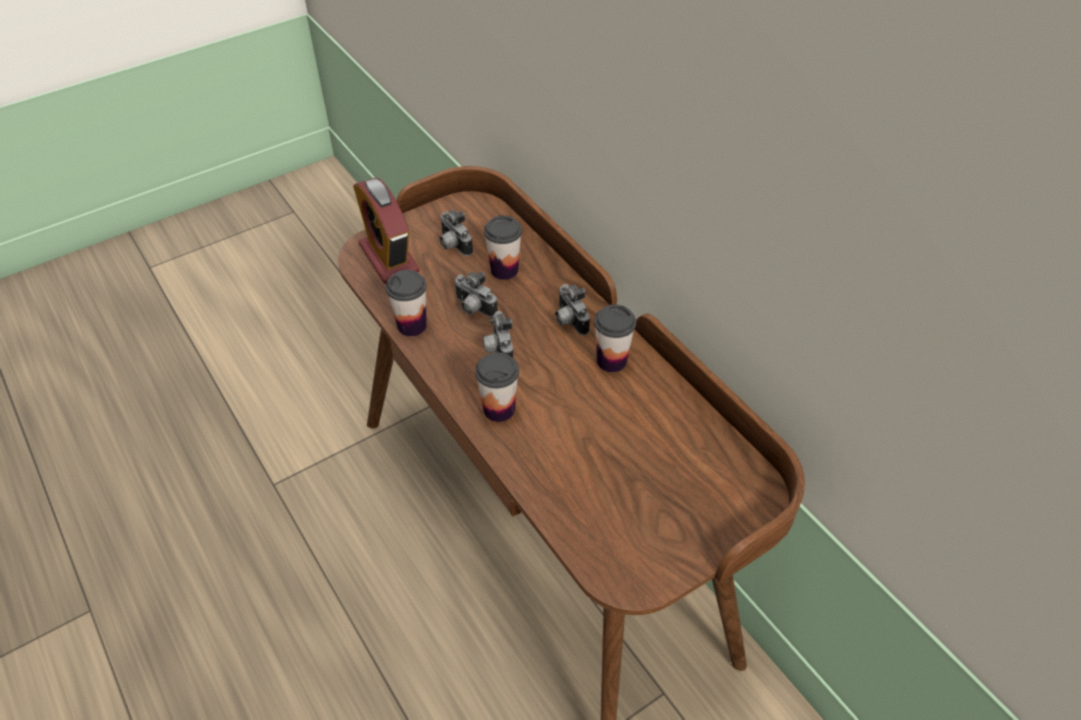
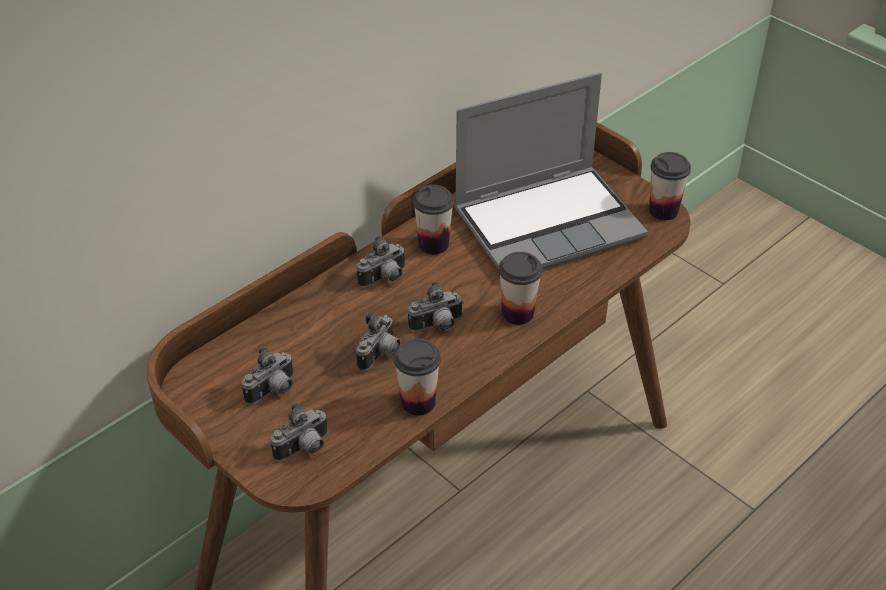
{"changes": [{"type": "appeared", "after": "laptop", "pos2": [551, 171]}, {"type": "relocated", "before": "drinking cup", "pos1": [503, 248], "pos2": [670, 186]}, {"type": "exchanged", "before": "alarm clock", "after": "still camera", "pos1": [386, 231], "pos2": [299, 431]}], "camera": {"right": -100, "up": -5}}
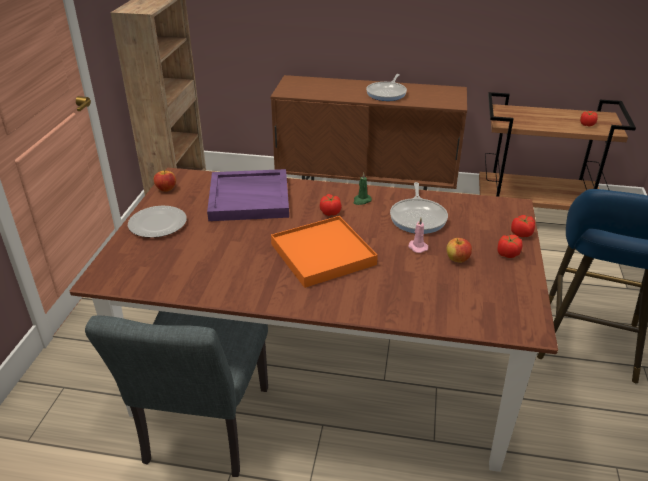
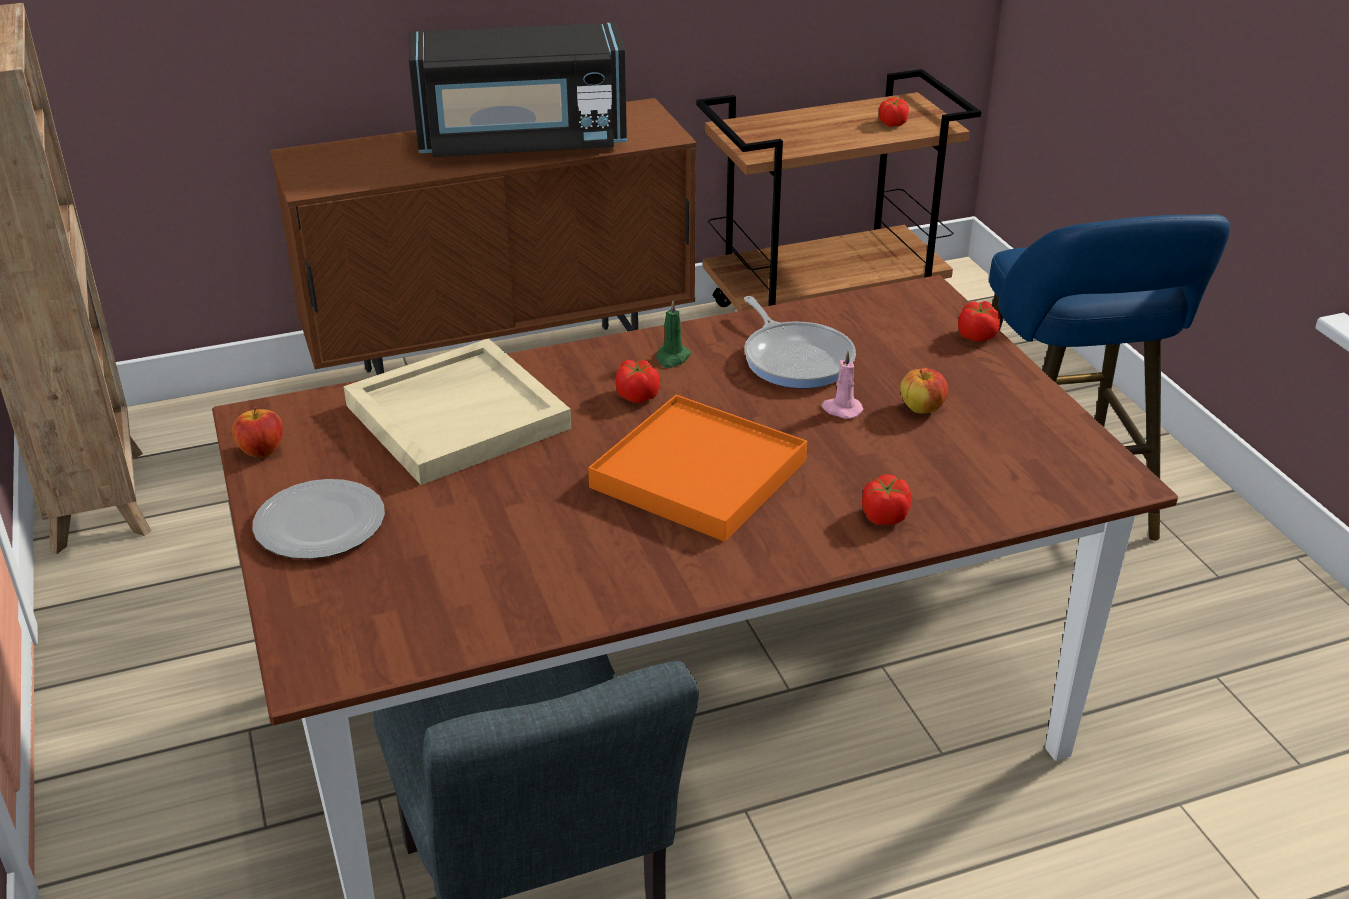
{"changes": [{"type": "relocated", "before": "whole tomato", "pos1": [509, 246], "pos2": [887, 499]}, {"type": "exchanged", "before": "frying pan", "after": "microwave oven (black-coloured)", "pos1": [386, 87], "pos2": [518, 89]}, {"type": "colour", "before": "serving tray (purple-coloured)", "after": "serving tray (beige-coloured)", "pos1": [248, 195], "pos2": [458, 411]}], "camera": {"right": -30, "up": 0}}
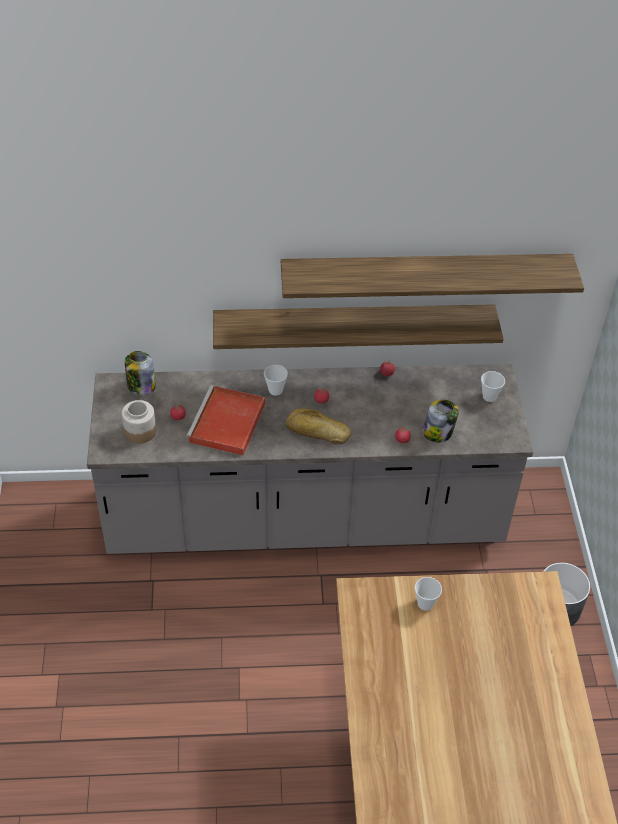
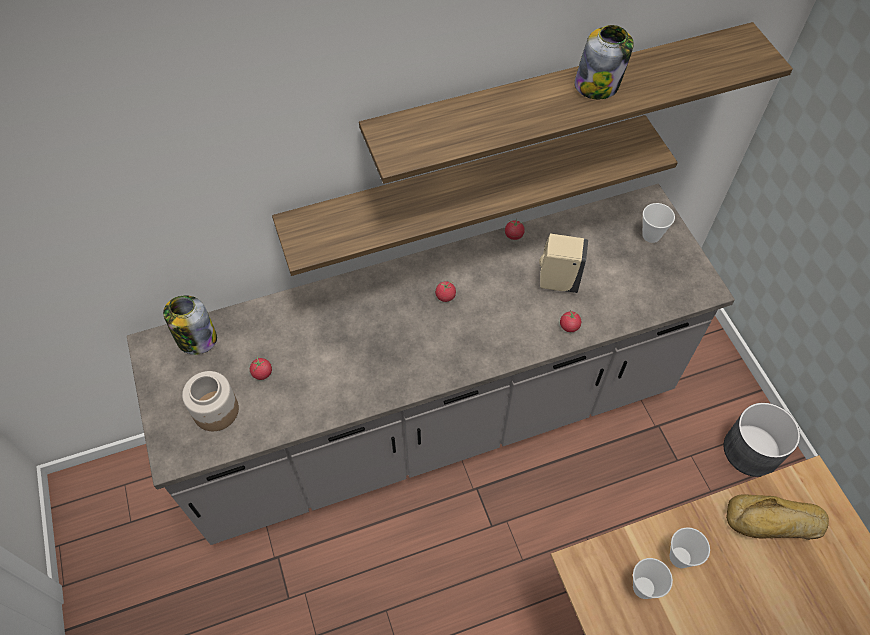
{"changes": [{"type": "missing", "before": "serving tray (reddish)", "pos1": [225, 420]}, {"type": "appeared", "after": "soap bottle (beige-coloured)", "pos2": [563, 263]}, {"type": "relocated", "before": "drinking cup", "pos1": [276, 380], "pos2": [653, 578]}, {"type": "relocated", "before": "baked bread", "pos1": [318, 426], "pos2": [777, 517]}, {"type": "relocated", "before": "storage jar", "pos1": [440, 421], "pos2": [604, 62]}], "camera": {"right": -15, "up": 10}}
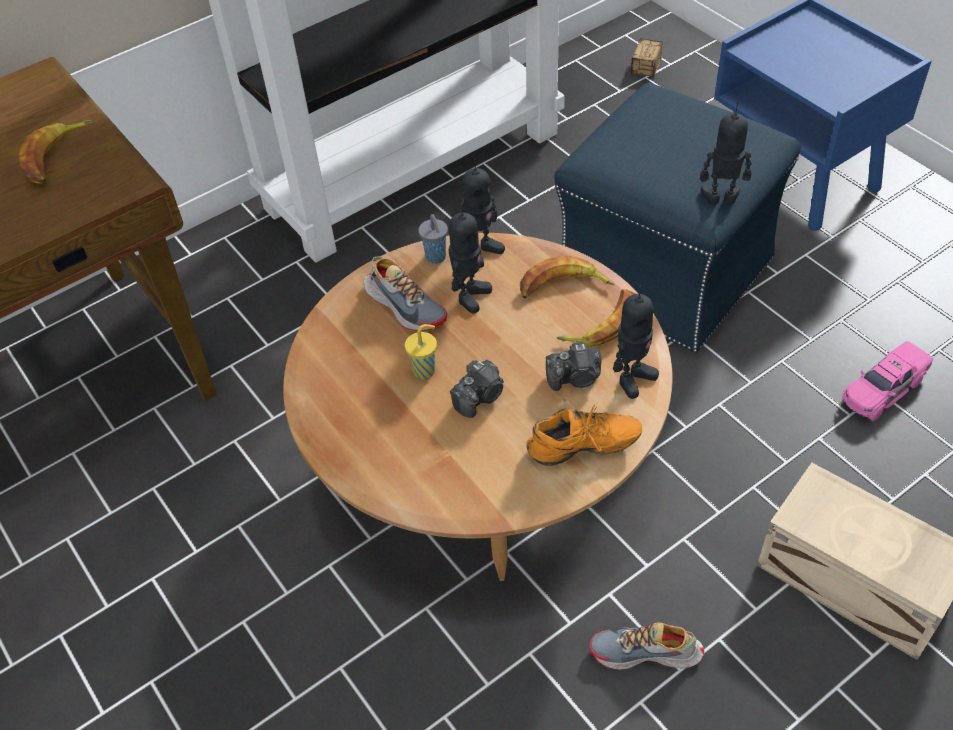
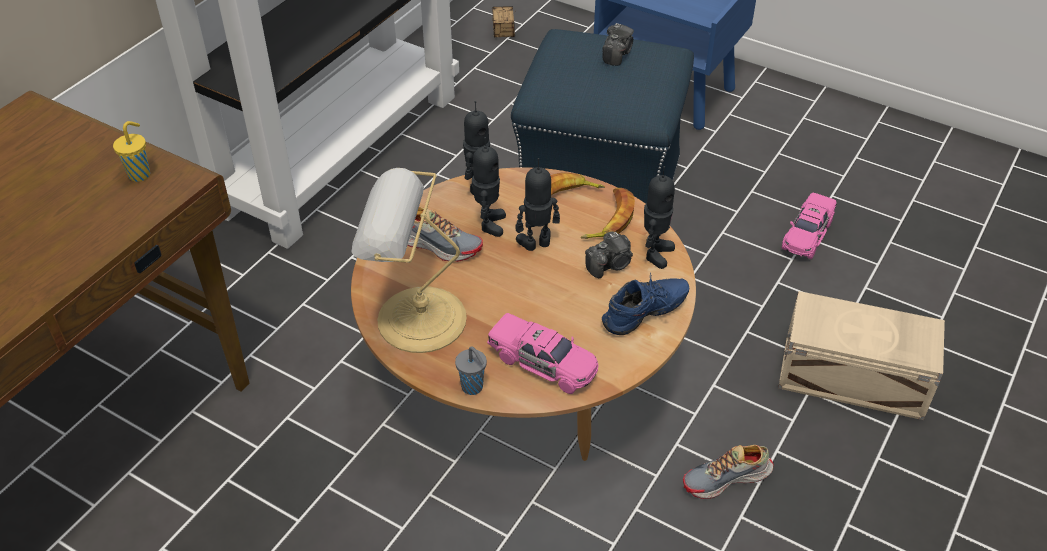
{"changes": [{"type": "missing", "before": "banana fruit", "pos1": [55, 151]}, {"type": "appeared", "after": "lamp for a table", "pos2": [409, 260]}, {"type": "appeared", "after": "model car (pinkish)", "pos2": [542, 353]}, {"type": "relocated", "before": "drinking cup (yellow)", "pos1": [421, 351], "pos2": [131, 151]}, {"type": "relocated", "before": "drinking cup (greyish)", "pos1": [433, 239], "pos2": [471, 371]}, {"type": "relocated", "before": "still camera", "pos1": [477, 389], "pos2": [618, 44]}, {"type": "relocated", "before": "toy robot", "pos1": [726, 153], "pos2": [538, 204]}, {"type": "colour", "before": "item of footwear (orangey)", "after": "item of footwear (bluish)", "pos1": [584, 435], "pos2": [645, 304]}], "camera": {"right": -25, "up": -5}}
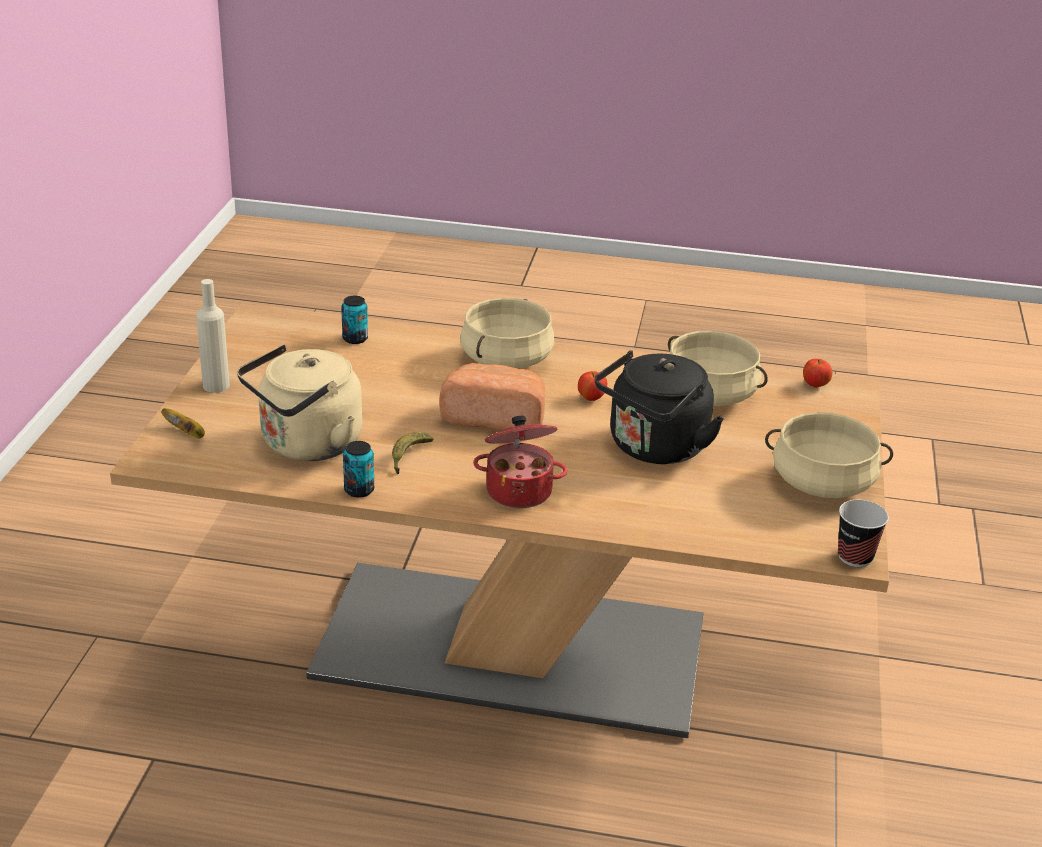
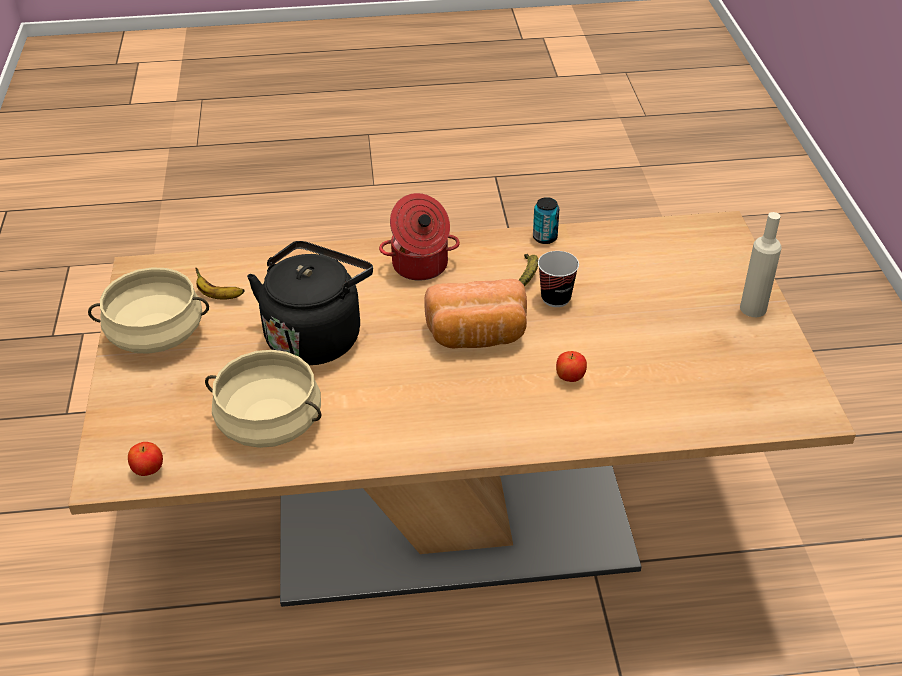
{"changes": [{"type": "missing", "before": "water kettle (beige-coloured)", "pos1": [299, 402]}, {"type": "missing", "before": "can", "pos1": [354, 320]}, {"type": "missing", "before": "saucepot (beige-coloured)", "pos1": [507, 333]}, {"type": "relocated", "before": "banana fruit", "pos1": [183, 423], "pos2": [220, 283]}, {"type": "relocated", "before": "apple", "pos1": [592, 386], "pos2": [571, 366]}, {"type": "relocated", "before": "drinking cup", "pos1": [863, 533], "pos2": [558, 279]}], "camera": {"right": 165, "up": 10}}
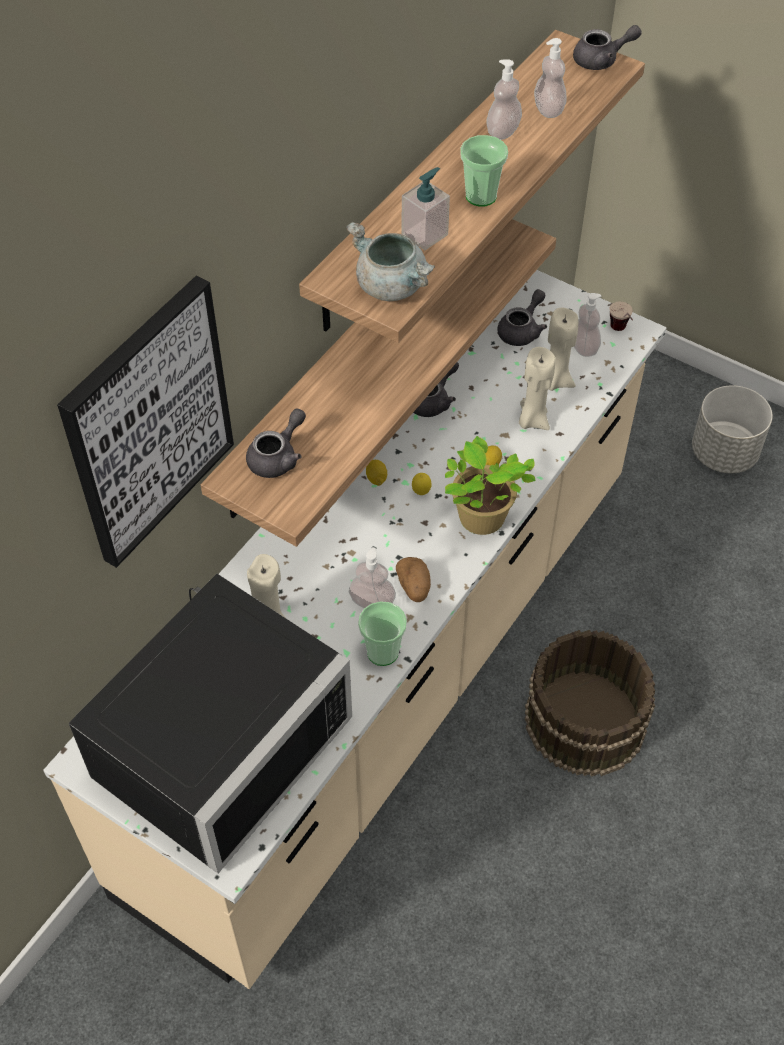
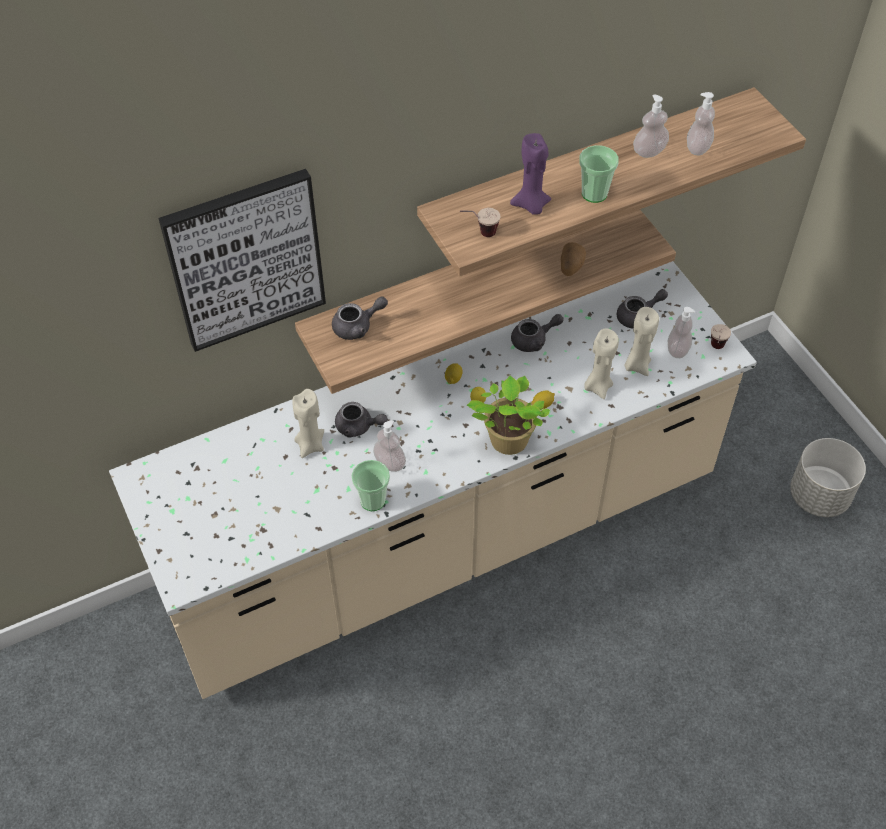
{"changes": [{"type": "missing", "before": "microwave oven (black-coloured)", "pos1": [210, 723]}, {"type": "missing", "before": "pail (brownish)", "pos1": [590, 703]}, {"type": "relocated", "before": "potato", "pos1": [413, 579], "pos2": [573, 259]}, {"type": "relocated", "before": "teapot (greyish)", "pos1": [607, 47], "pos2": [361, 420]}, {"type": "exchanged", "before": "saucepot (greyish)", "after": "drinking cup", "pos1": [390, 261], "pos2": [480, 222]}, {"type": "exchanged", "before": "soap bottle", "after": "wax candle (purple-coloured)", "pos1": [425, 208], "pos2": [530, 174]}], "camera": {"right": 30, "up": 0}}
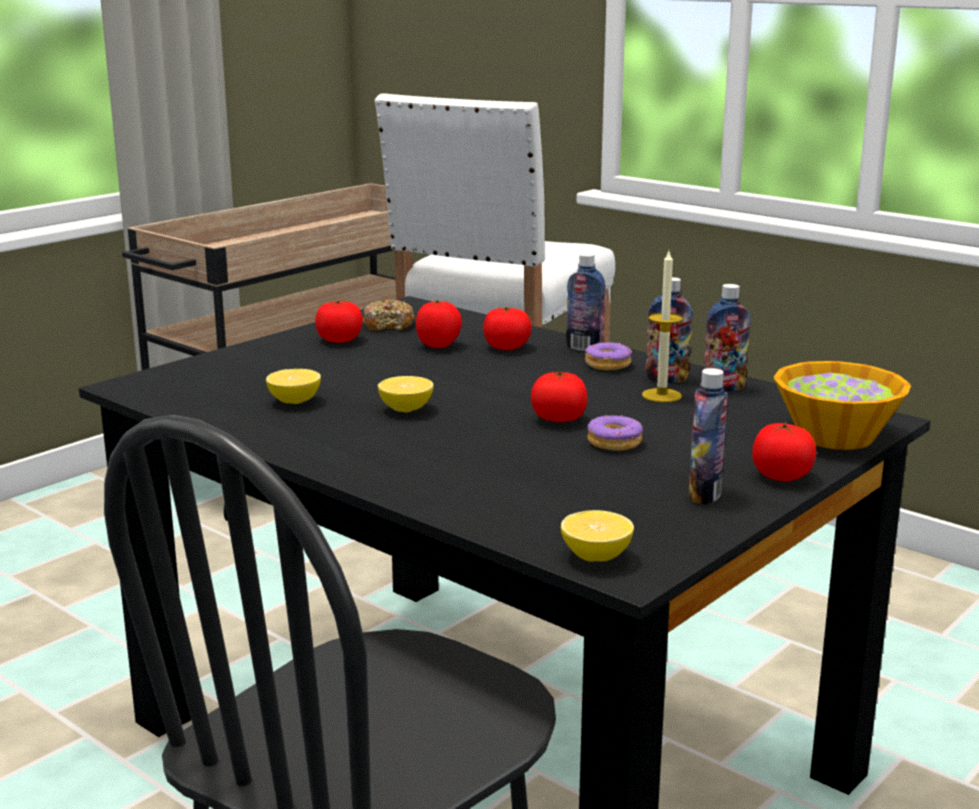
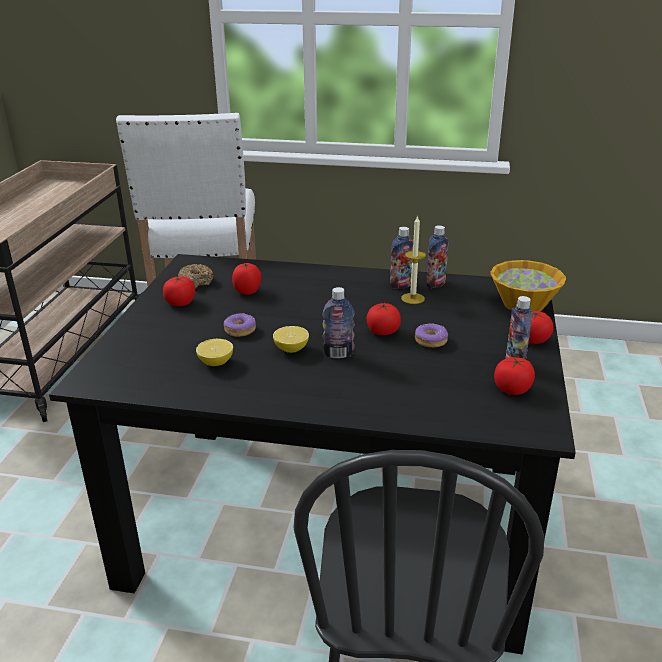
{"changes": [{"type": "missing", "before": "citrus fruit", "pos1": [597, 536]}, {"type": "relocated", "before": "whole tomato", "pos1": [507, 328], "pos2": [514, 376]}, {"type": "relocated", "before": "beverage bottle", "pos1": [586, 302], "pos2": [339, 322]}, {"type": "relocated", "before": "doughnut", "pos1": [608, 356], "pos2": [240, 325]}], "camera": {"right": -30, "up": 10}}
